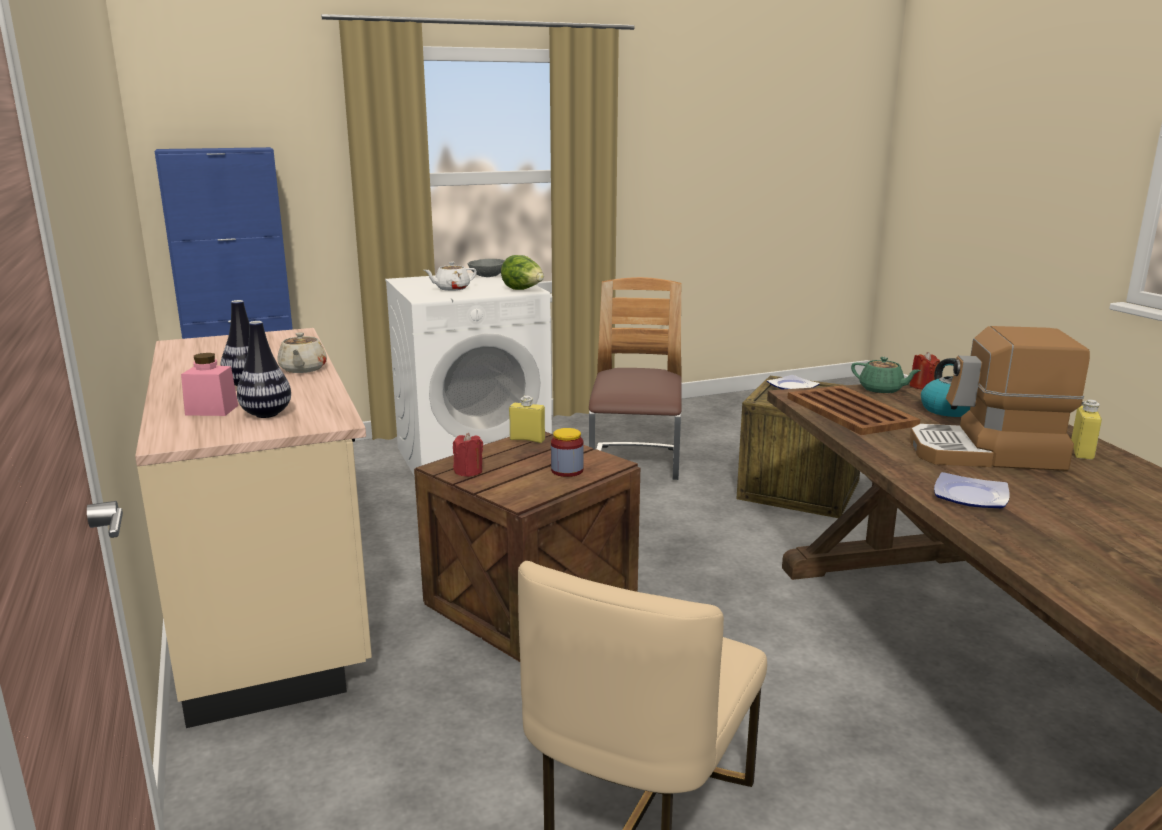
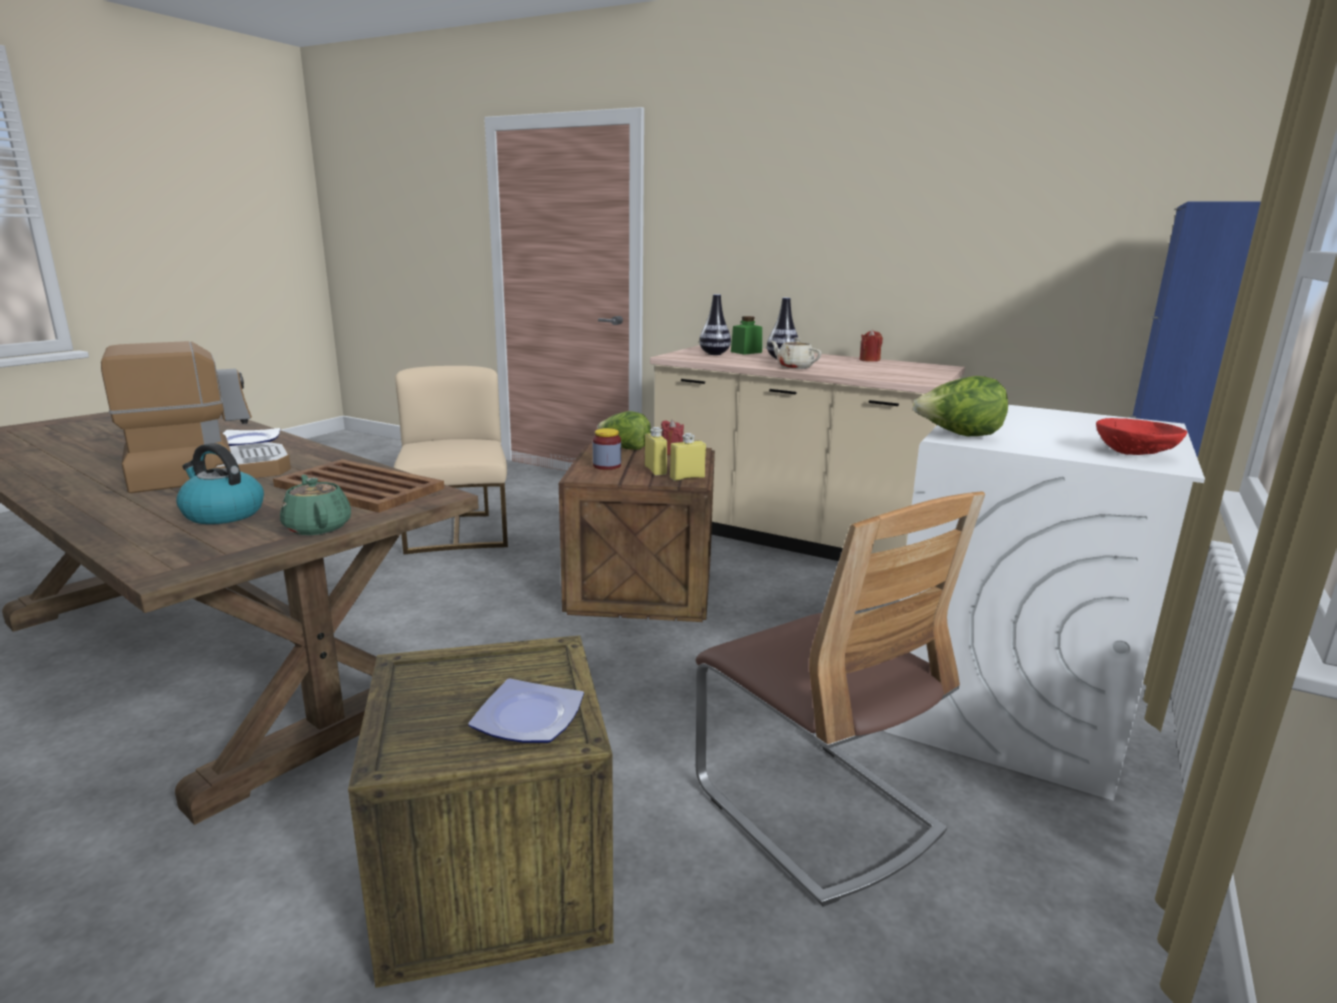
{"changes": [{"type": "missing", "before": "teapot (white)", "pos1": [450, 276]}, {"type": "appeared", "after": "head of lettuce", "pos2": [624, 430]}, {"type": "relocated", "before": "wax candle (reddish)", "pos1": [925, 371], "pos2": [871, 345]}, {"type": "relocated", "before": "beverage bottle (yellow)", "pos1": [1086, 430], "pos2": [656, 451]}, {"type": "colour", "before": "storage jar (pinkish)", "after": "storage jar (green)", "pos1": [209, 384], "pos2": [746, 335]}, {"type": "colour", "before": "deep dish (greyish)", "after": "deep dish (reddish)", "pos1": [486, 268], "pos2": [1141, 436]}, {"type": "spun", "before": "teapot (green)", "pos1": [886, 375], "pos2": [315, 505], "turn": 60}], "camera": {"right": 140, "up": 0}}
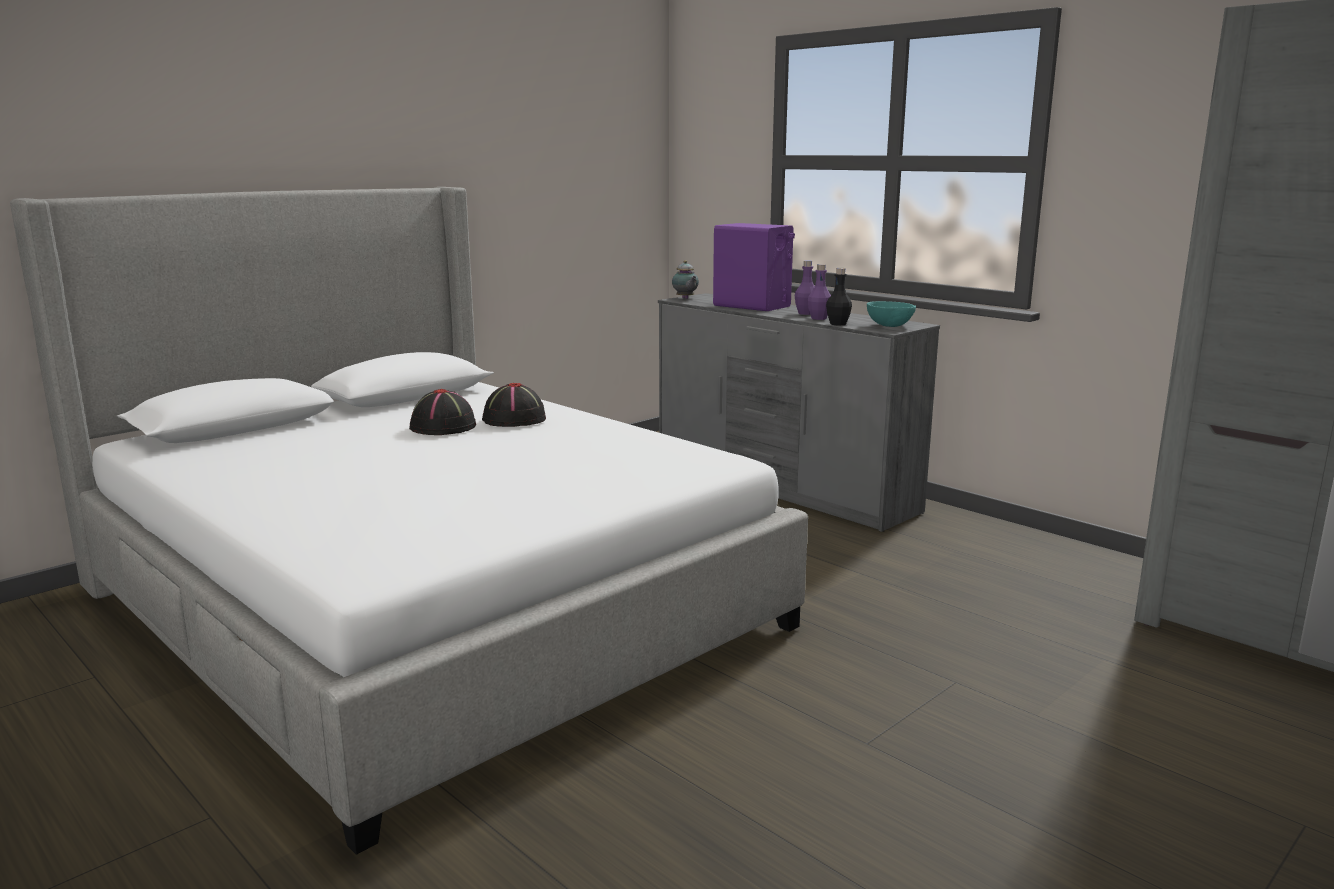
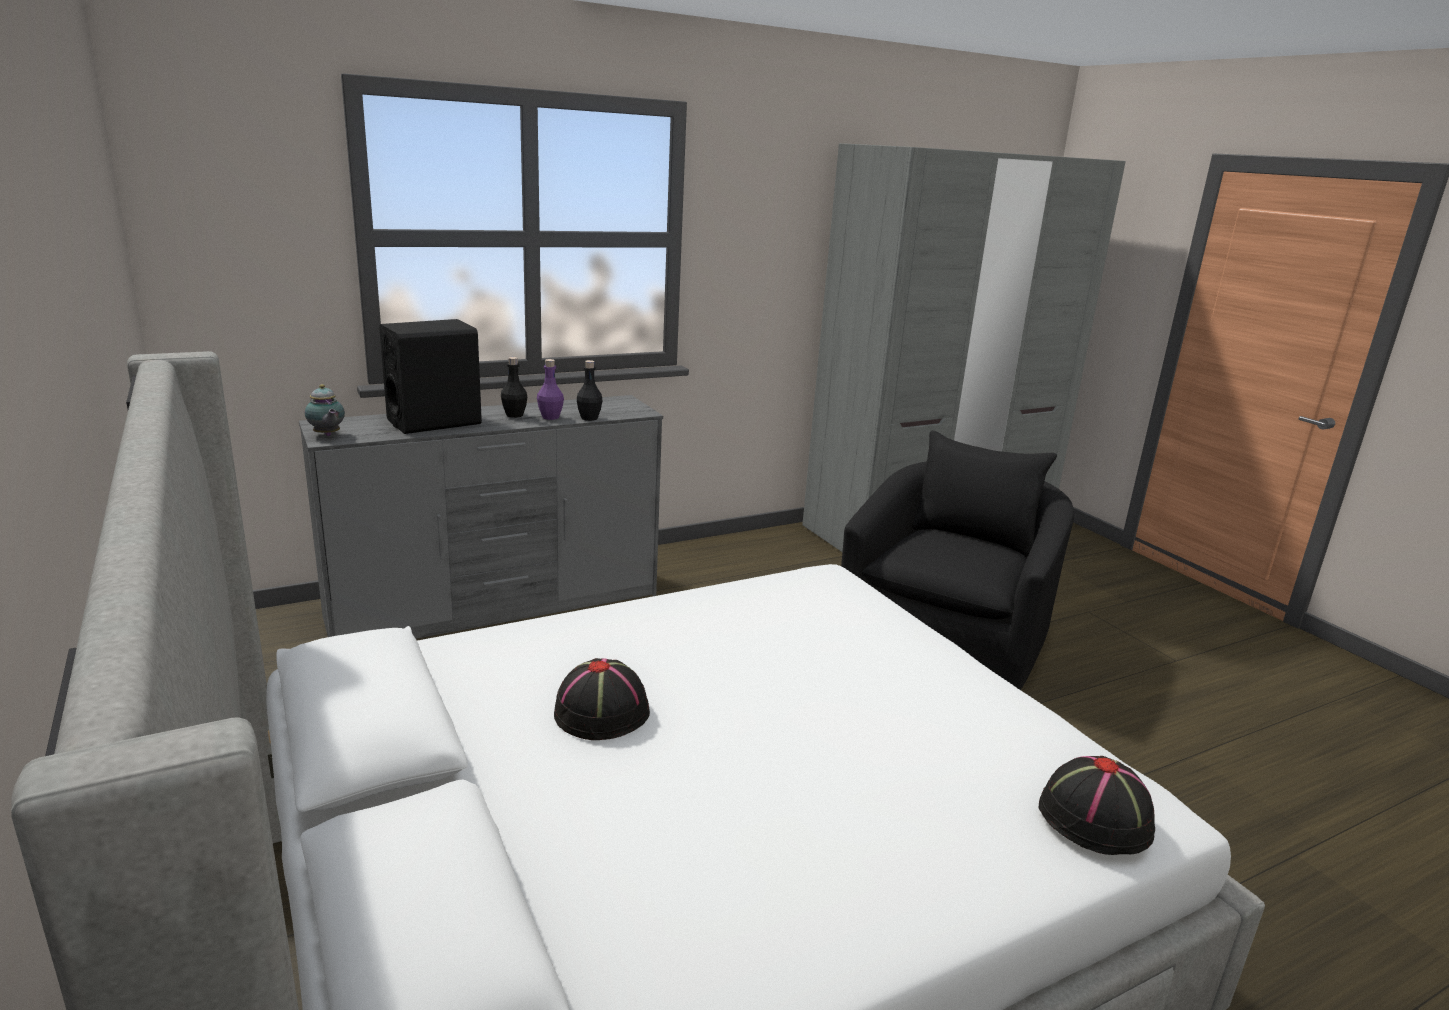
{"changes": [{"type": "missing", "before": "deep dish (turquoise)", "pos1": [891, 314]}, {"type": "appeared", "after": "armchair (black-coloured)", "pos2": [957, 560]}, {"type": "relocated", "before": "clothing hat (black-coloured)", "pos1": [514, 405], "pos2": [1097, 805]}, {"type": "colour", "before": "audio speaker (purple-coloured)", "after": "audio speaker (black-coloured)", "pos1": [754, 267], "pos2": [430, 376]}, {"type": "colour", "before": "beverage bottle (purple-coloured)", "after": "beverage bottle (black-coloured)", "pos1": [805, 287], "pos2": [514, 387]}, {"type": "spun", "before": "teapot", "pos1": [685, 279], "pos2": [325, 410], "turn": 60}], "camera": {"right": -75, "up": 5}}
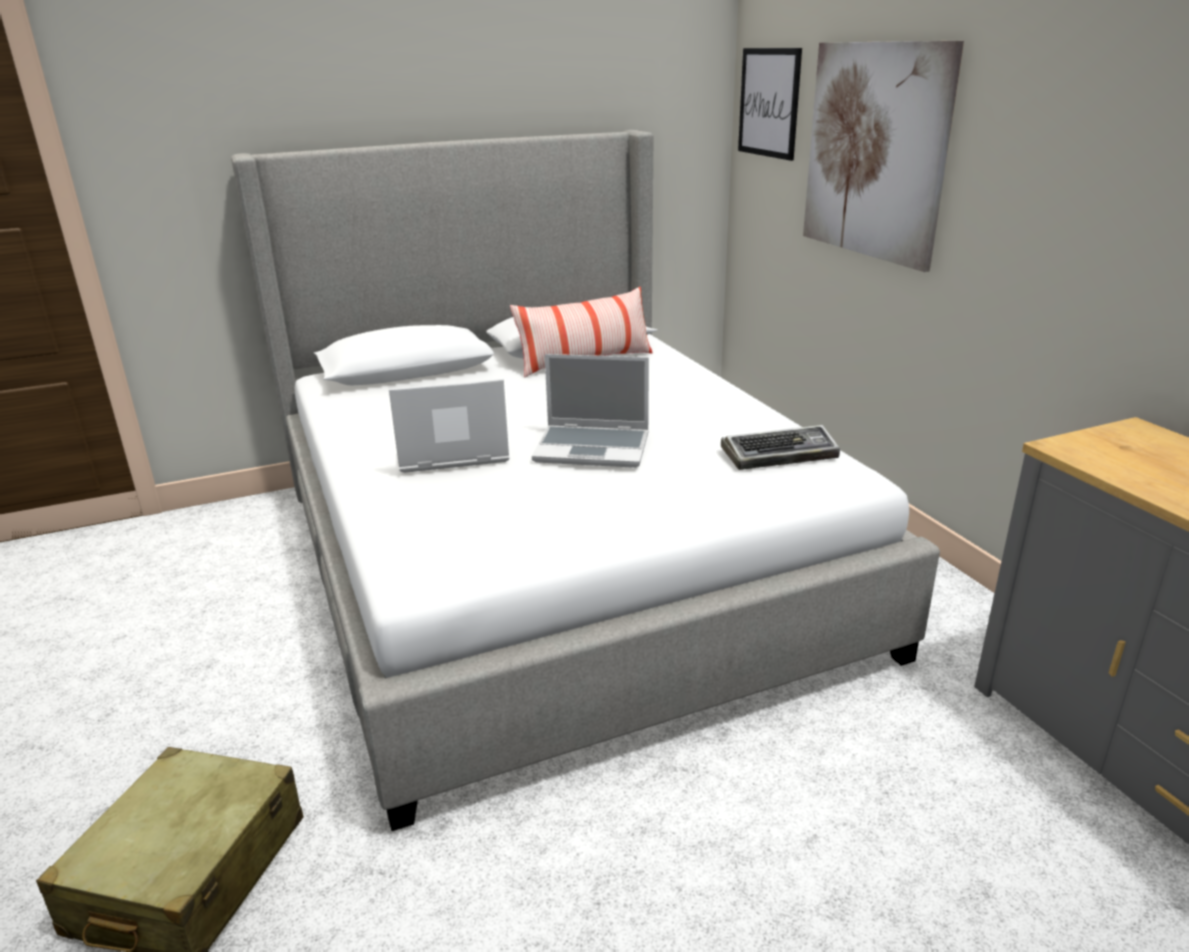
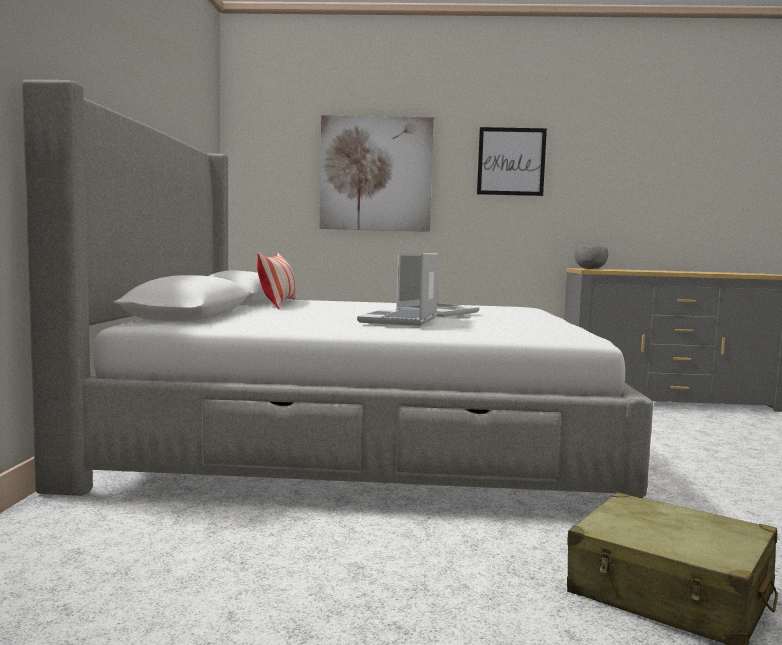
{"changes": [{"type": "missing", "before": "PC keyboard", "pos1": [780, 447]}, {"type": "appeared", "after": "deep dish (greyish)", "pos2": [591, 257]}, {"type": "relocated", "before": "wall picture", "pos1": [770, 104], "pos2": [512, 161]}], "camera": {"right": -65, "up": -20}}
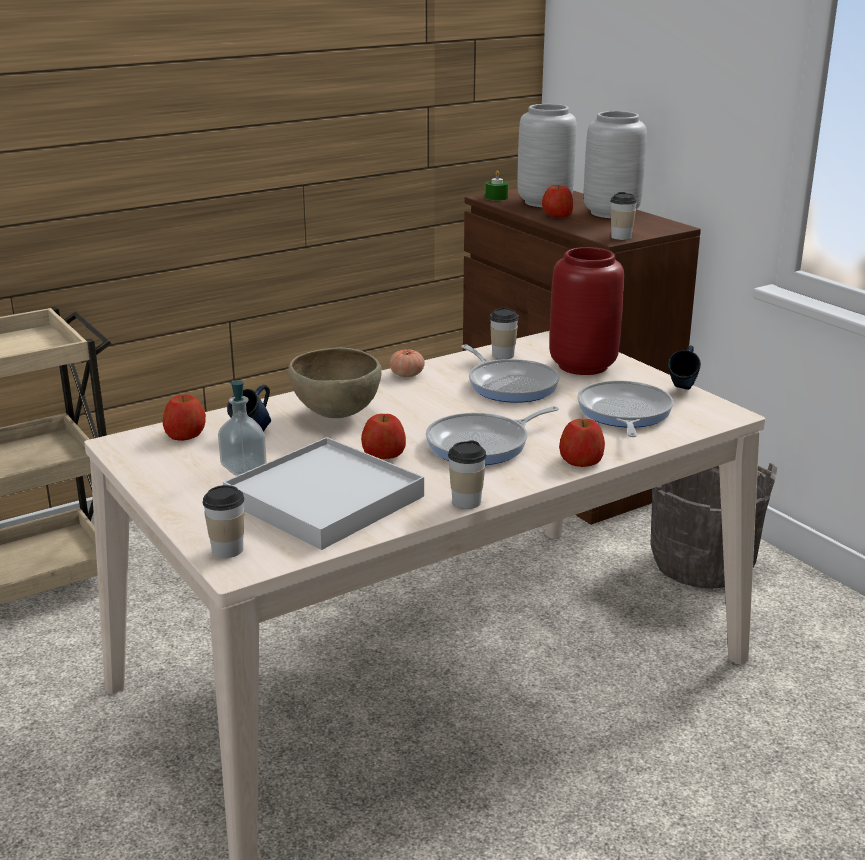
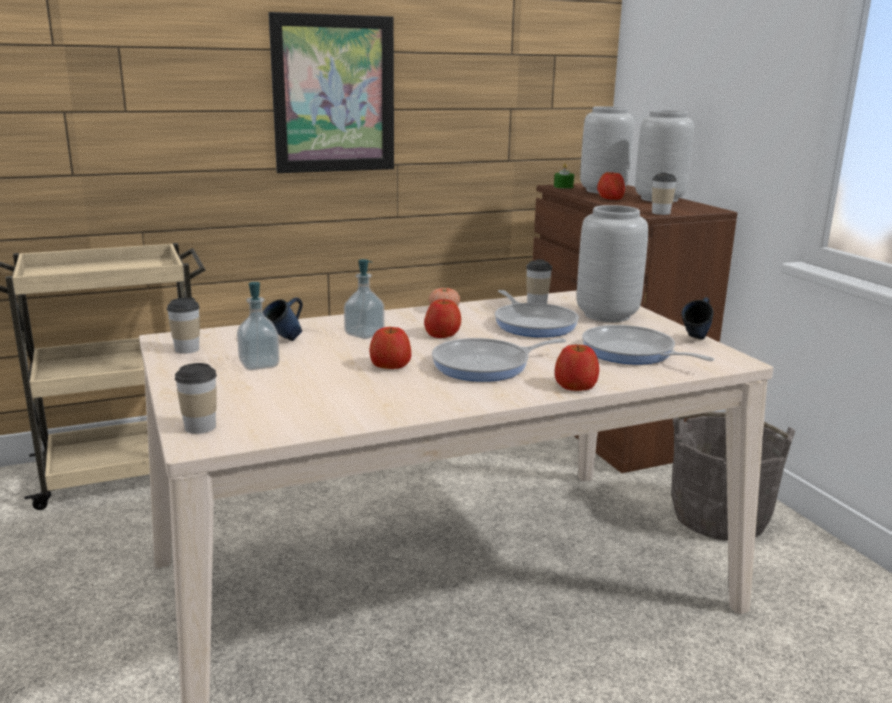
{"changes": [{"type": "missing", "before": "serving tray (white)", "pos1": [323, 493]}, {"type": "appeared", "after": "wall picture", "pos2": [331, 92]}, {"type": "relocated", "before": "apple", "pos1": [184, 417], "pos2": [442, 318]}, {"type": "relocated", "before": "drinking cup", "pos1": [467, 474], "pos2": [183, 325]}, {"type": "exchanged", "before": "deep dish (brownish)", "after": "soap bottle", "pos1": [335, 382], "pos2": [364, 299]}, {"type": "colour", "before": "vase (reddish)", "after": "vase (greyish)", "pos1": [586, 311], "pos2": [612, 263]}, {"type": "spun", "before": "frying pan", "pos1": [625, 408], "pos2": [648, 345], "turn": -60}], "camera": {"right": 10, "up": -5}}
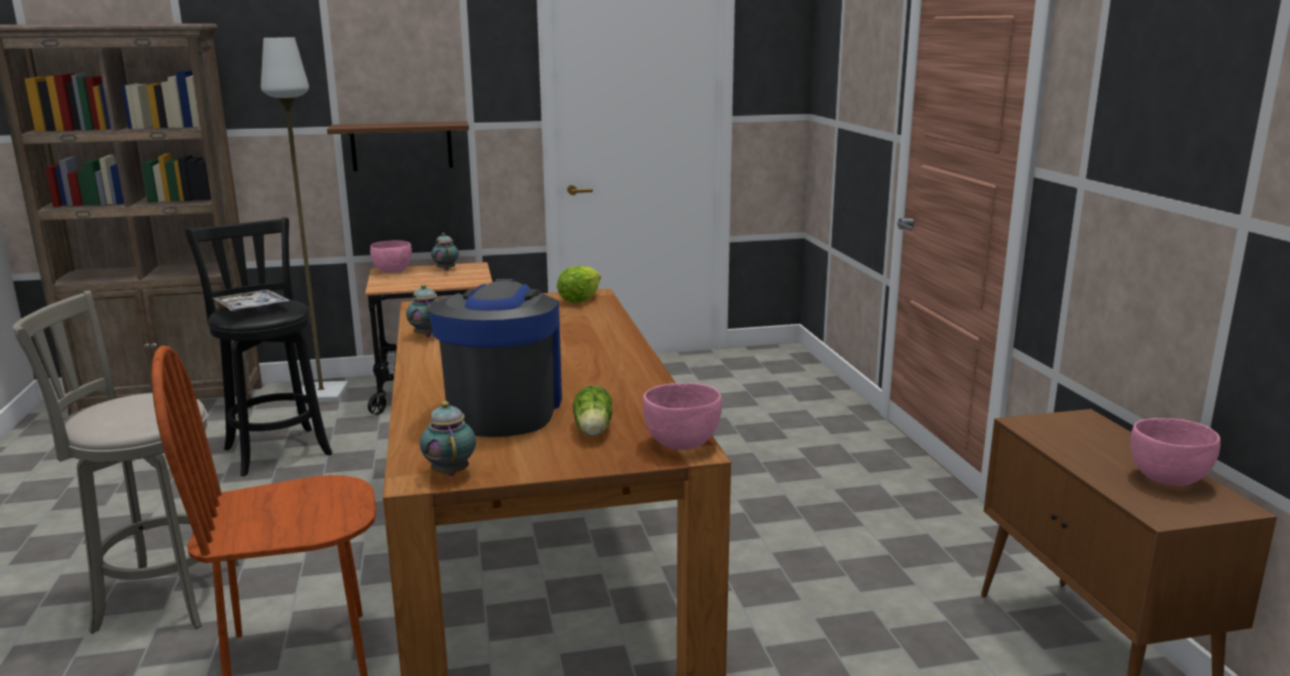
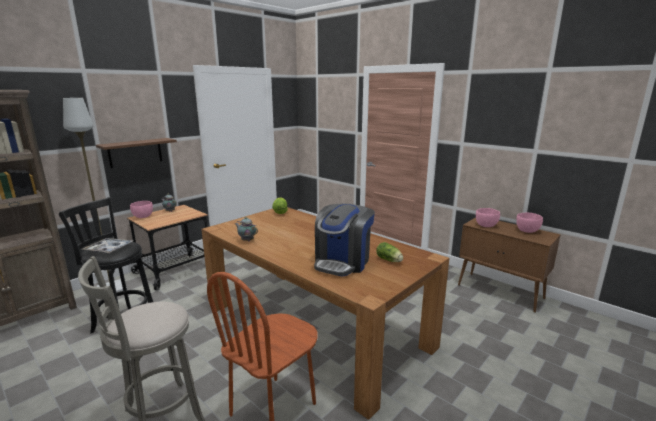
{"changes": [{"type": "missing", "before": "teapot", "pos1": [448, 438]}, {"type": "relocated", "before": "deep dish (pinkish)", "pos1": [682, 416], "pos2": [488, 217]}, {"type": "spun", "before": "coffee maker", "pos1": [495, 358], "pos2": [344, 240], "turn": -120}], "camera": {"right": -35, "up": 0}}
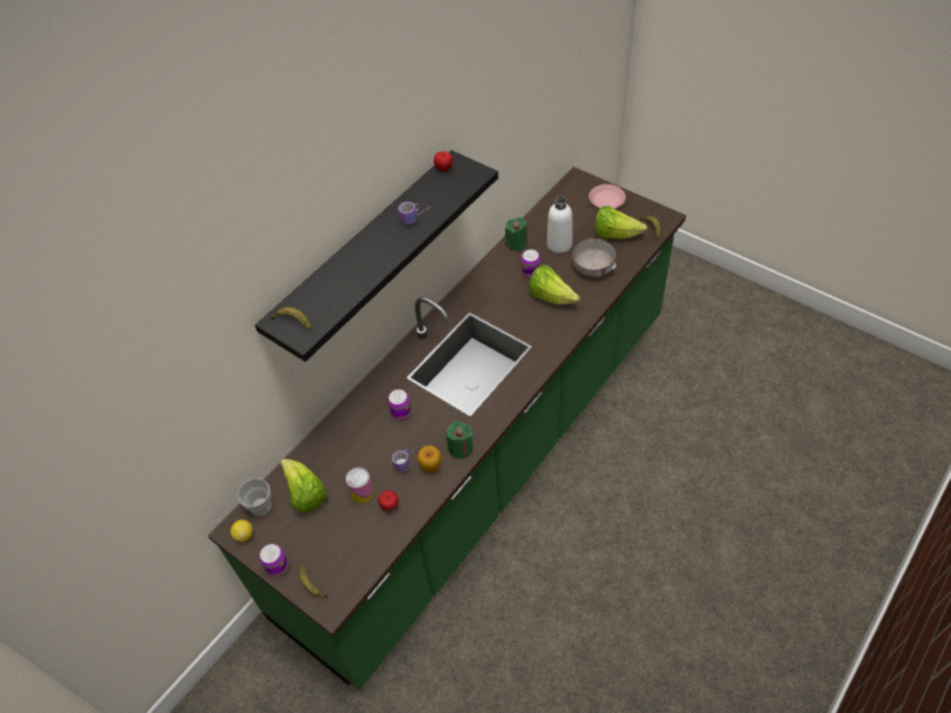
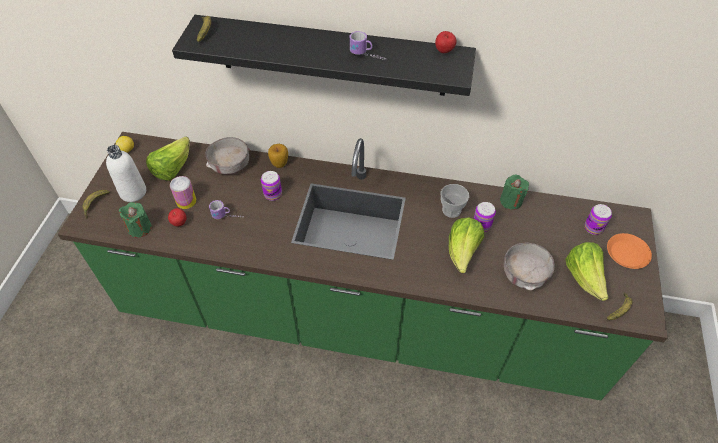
{"changes": [{"type": "appeared", "after": "deep dish (greyish)", "pos2": [228, 156]}, {"type": "relocated", "before": "drinking cup", "pos1": [254, 497], "pos2": [454, 201]}, {"type": "relocated", "before": "can", "pos1": [274, 560], "pos2": [598, 219]}, {"type": "relocated", "before": "apple", "pos1": [429, 459], "pos2": [278, 156]}, {"type": "relocated", "before": "wax candle (green)", "pos1": [459, 440], "pos2": [135, 220]}, {"type": "relocated", "before": "beverage bottle (white)", "pos1": [559, 224], "pos2": [126, 173]}, {"type": "colour", "before": "plate (pinkish)", "after": "plate (orangey)", "pos1": [607, 196], "pos2": [629, 251]}], "camera": {"right": 60, "up": 0}}
